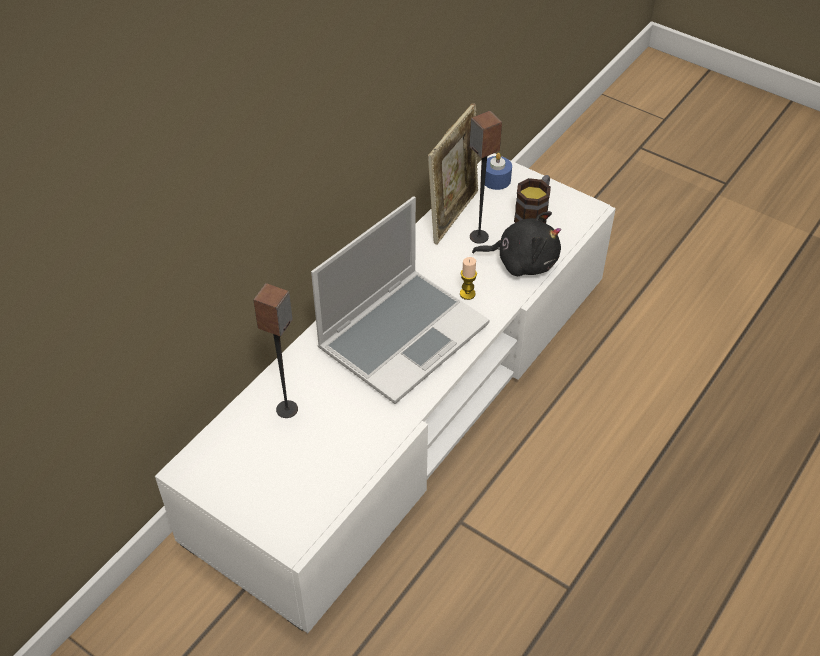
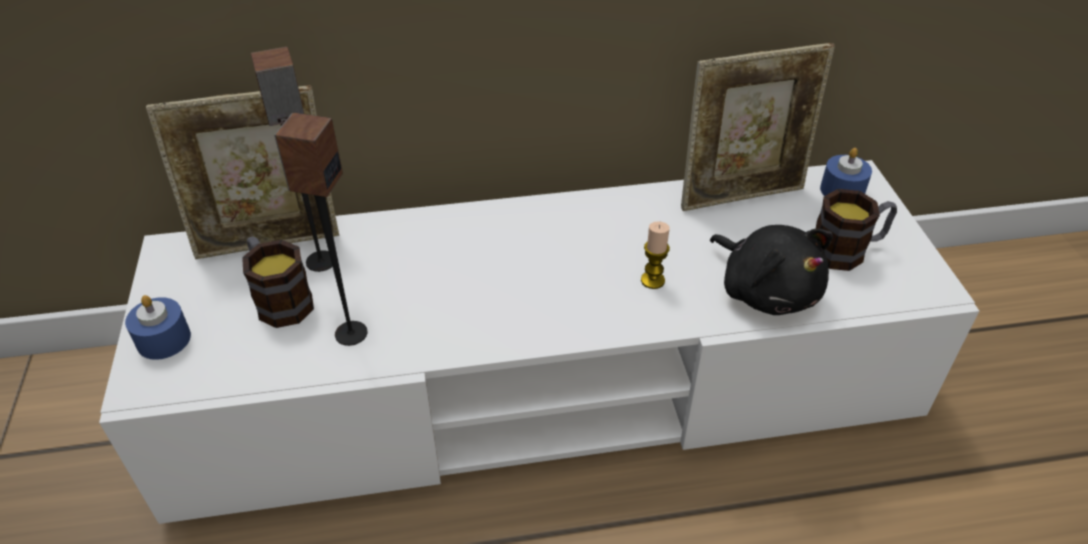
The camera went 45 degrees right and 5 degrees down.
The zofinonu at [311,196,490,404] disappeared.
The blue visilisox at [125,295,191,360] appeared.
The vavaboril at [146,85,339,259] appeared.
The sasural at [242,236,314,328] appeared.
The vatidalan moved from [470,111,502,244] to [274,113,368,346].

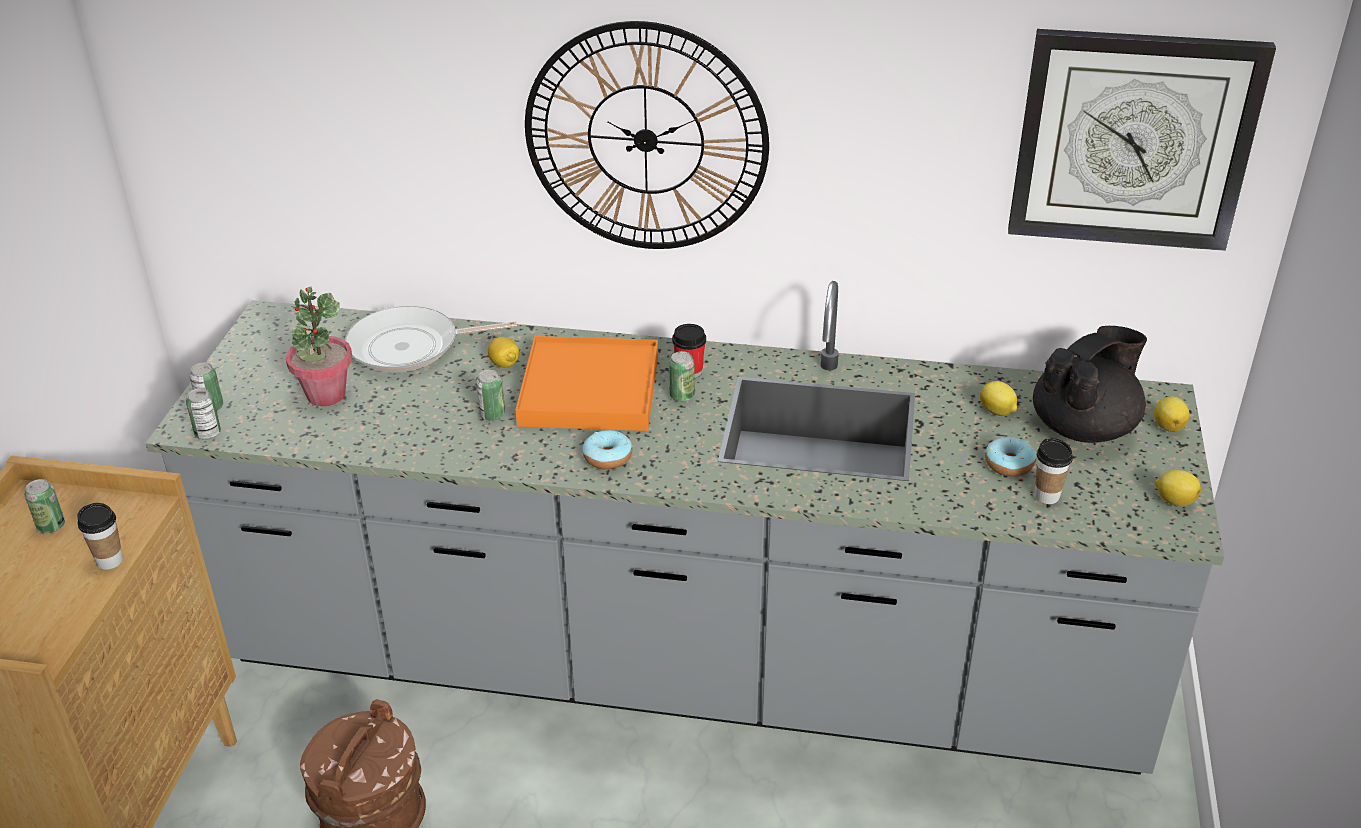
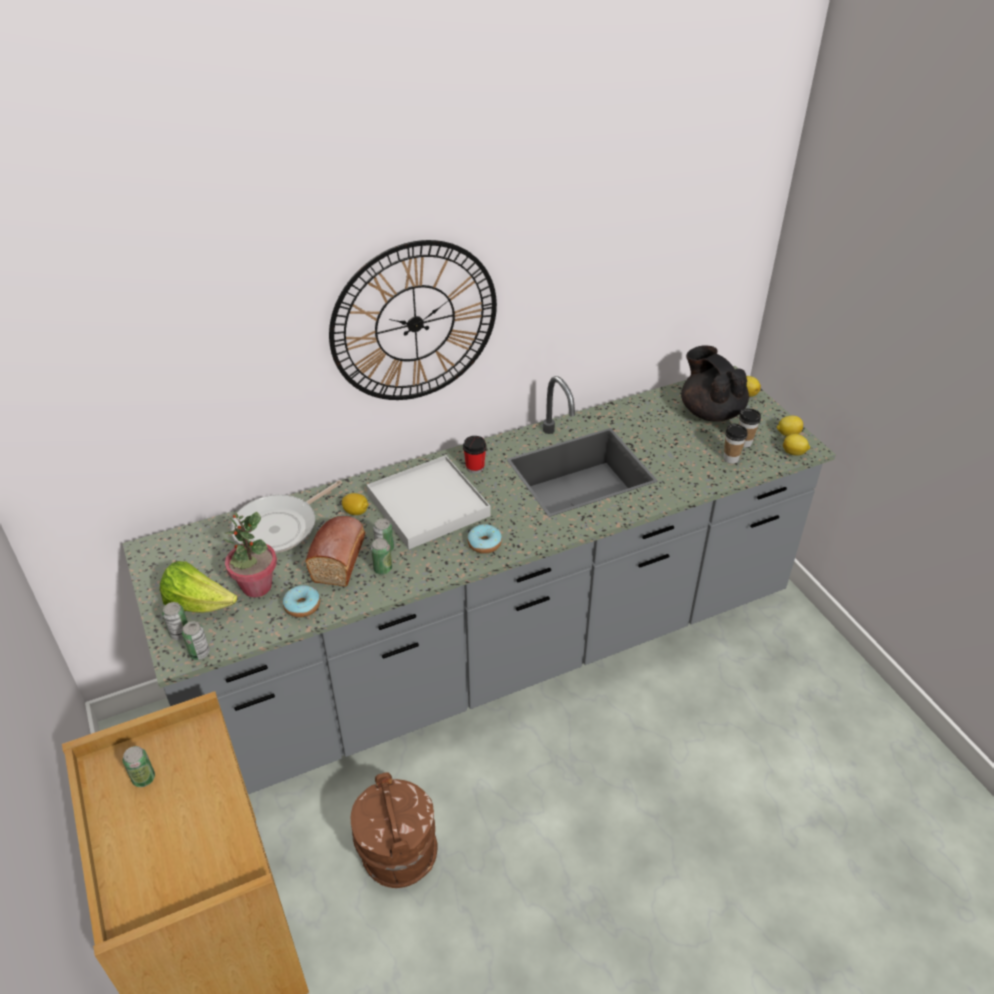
The camera went 35 degrees left and 5 degrees up.
The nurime at [1008,29,1276,251] disappeared.
The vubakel at [160,561,237,613] appeared.
The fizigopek at [305,516,365,587] appeared.
The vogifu moved from [77,503,123,570] to [739,408,761,447].
The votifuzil moved from [669,351,695,402] to [371,538,392,575].
The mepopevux moved from [980,381,1017,416] to [783,434,810,456].
The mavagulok moved from [985,437,1036,477] to [283,585,320,618].
The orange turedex at [516,336,658,431] became the white turedex at [367,455,490,549].
The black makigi at [1033,326,1147,443] turned 45 degrees counterclockwise.

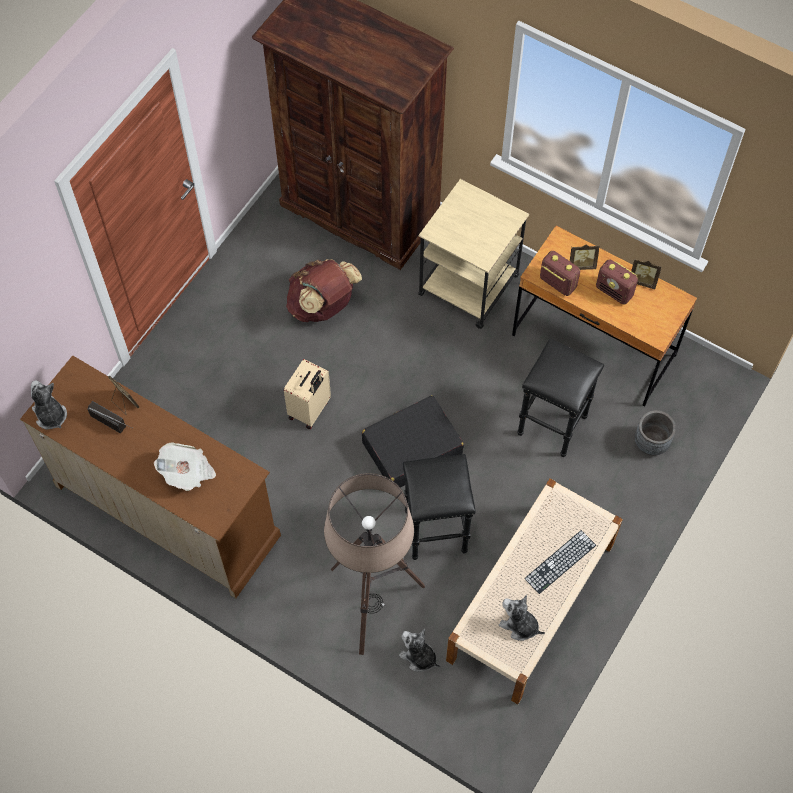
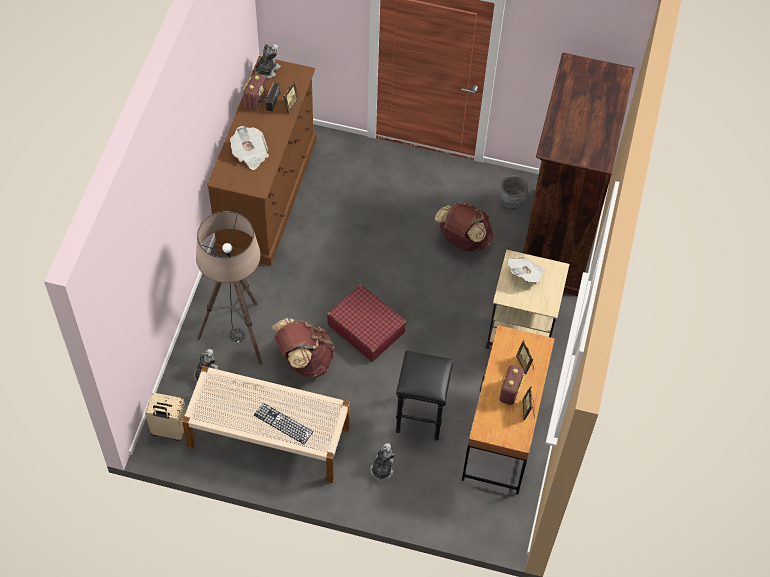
The camera went 70 degrees right and 5 degrees down.
The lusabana at [507,257,546,283] appeared.
The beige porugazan moved from [284,359,331,429] to [145,393,186,441].
The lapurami moved from [499,595,545,641] to [370,443,396,482].
The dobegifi moved from [540,251,580,296] to [243,73,267,111].
The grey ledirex moved from [635,410,676,455] to [499,175,528,209].
The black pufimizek at [403,454,476,560] was replaced by the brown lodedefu at [272,318,335,378].
The black porugazan at [362,395,464,487] became the red porugazan at [327,285,407,361].

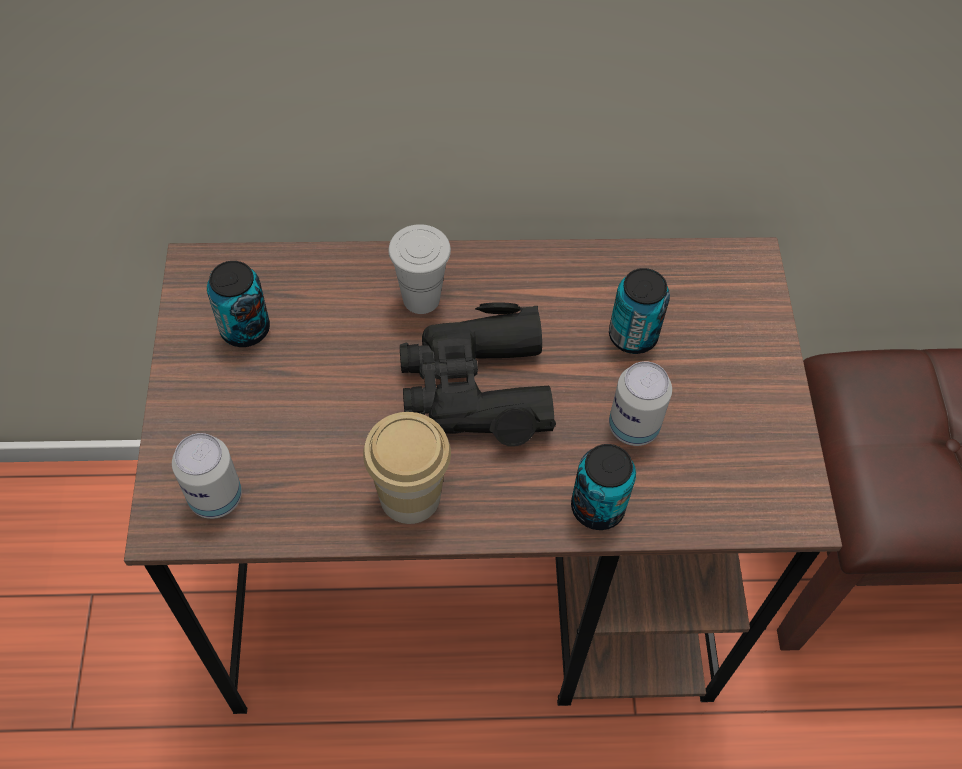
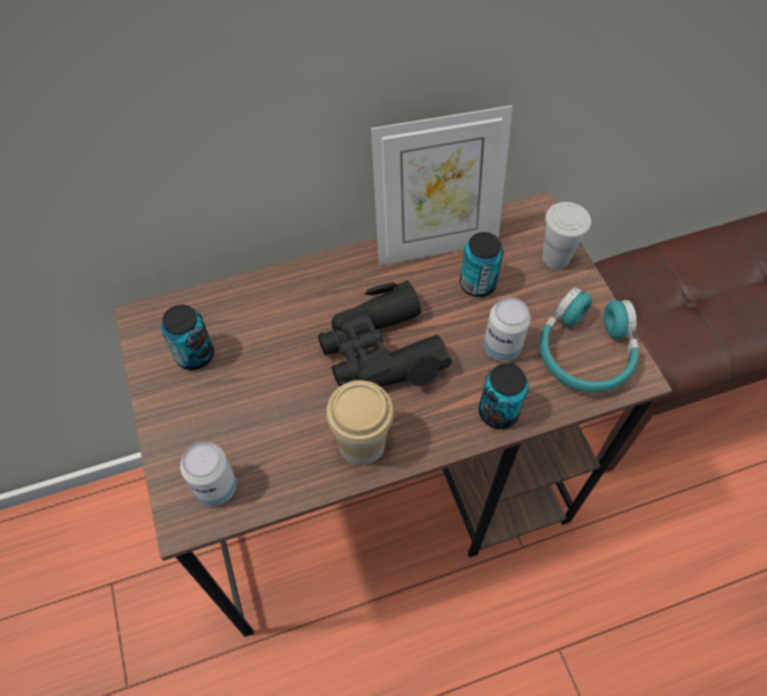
The camera went 15 degrees left and 0 degrees up.
The vavaboril at [371,105,513,266] appeared.
The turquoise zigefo at [539,287,639,393] appeared.
The white vogifu moved from [388,224,451,314] to [542,202,591,269].

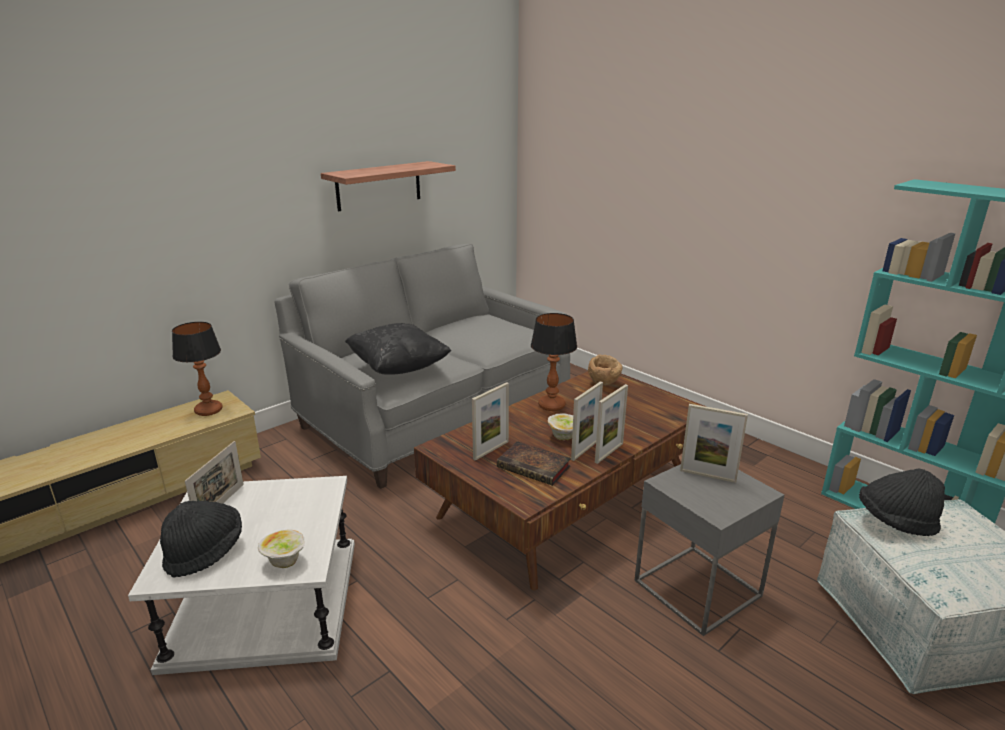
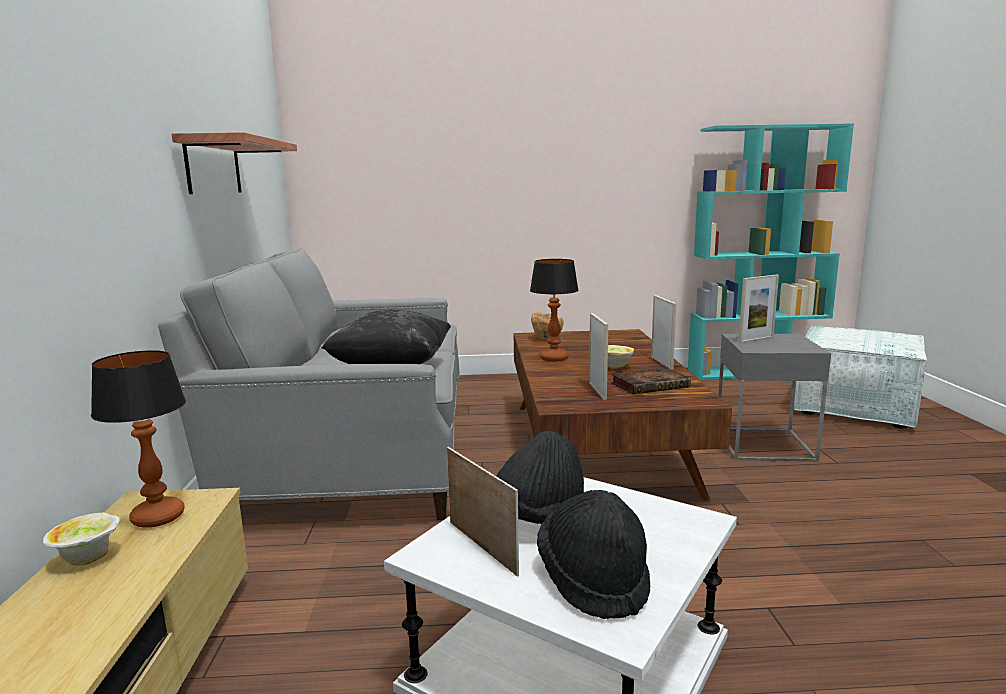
The camera went 50 degrees left and 10 degrees down.
The vavaboril at [571,381,603,461] disappeared.
The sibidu moved from [258,529,305,568] to [43,512,120,565].
The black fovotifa moved from [859,468,945,536] to [497,431,584,524].

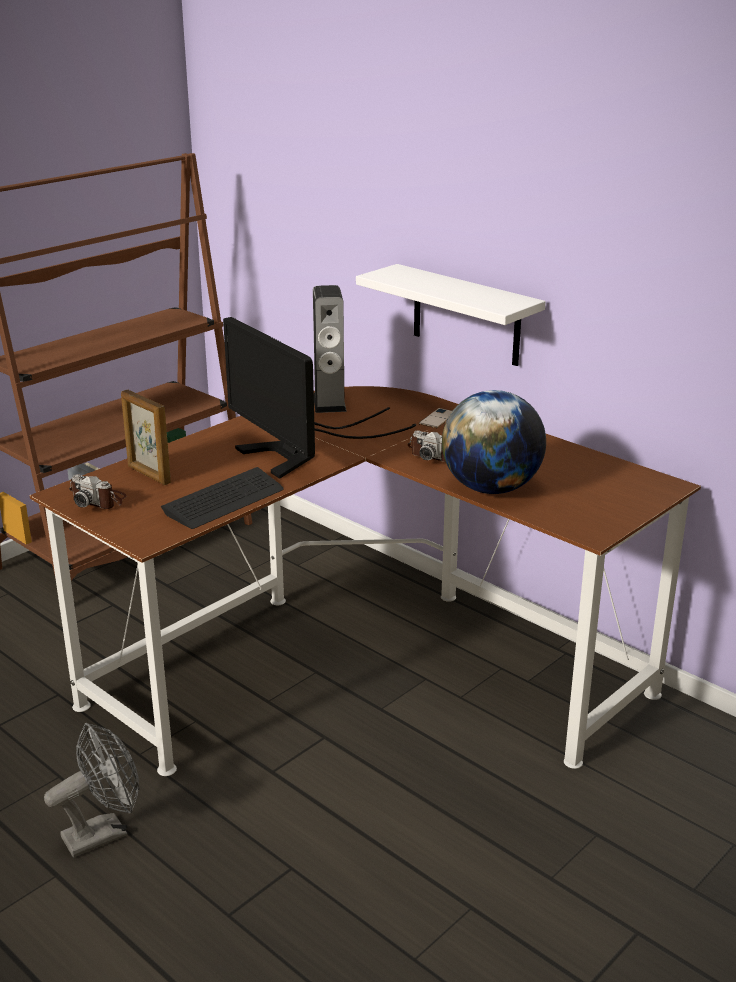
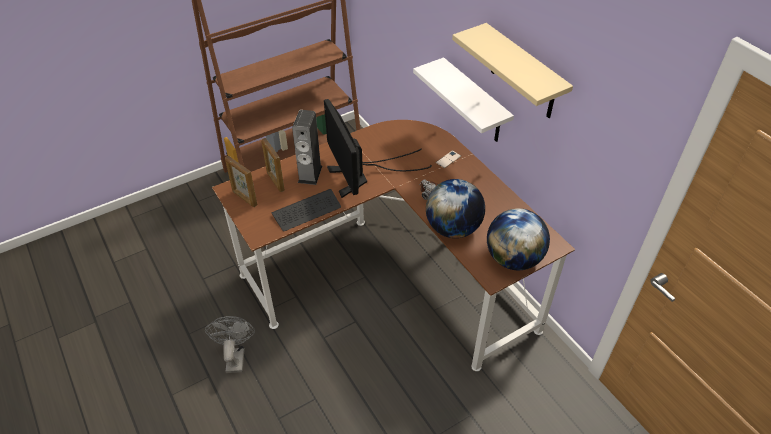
The camera went 15 degrees right and 20 degrees up.
The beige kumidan at [452,23,573,118] appeared.
The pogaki at [487,208,550,270] appeared.
The vatidalan moved from [313,285,347,413] to [292,110,322,185].
The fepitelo at [69,474,126,509] was replaced by the vavaboril at [225,155,257,207].
The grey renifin at [44,723,140,858] turned 75 degrees counterclockwise.

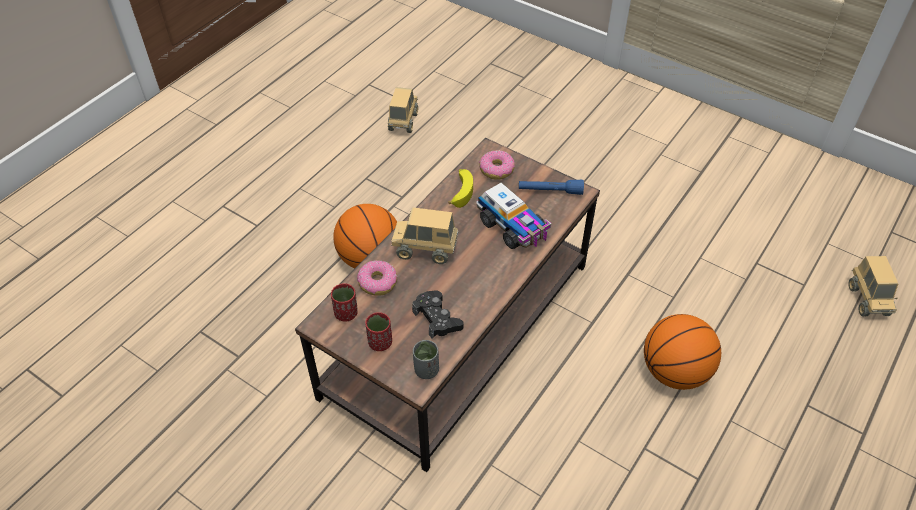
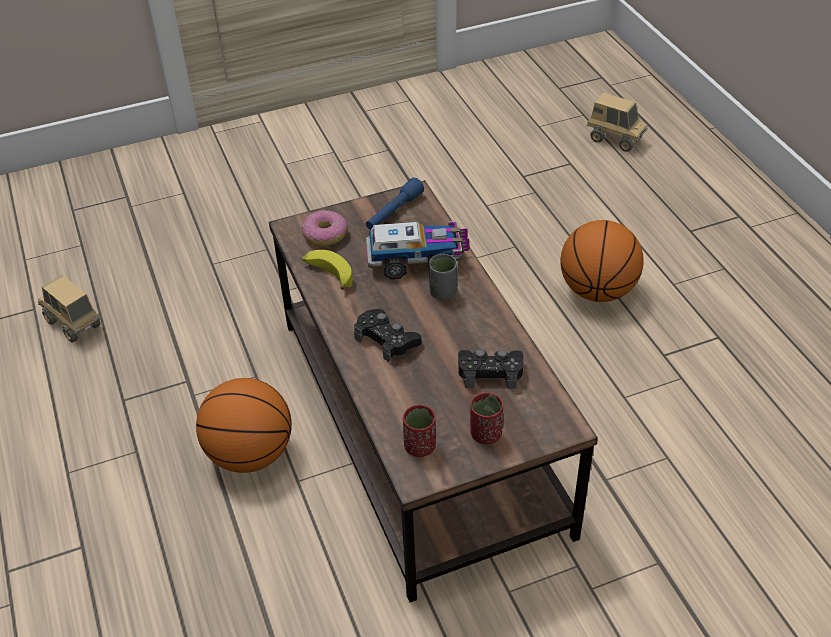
The camera went 55 degrees left and 5 degrees down.
The mavagulok at [357,261,397,296] disappeared.
The grey vogifu moved from [413,340,439,379] to [429,254,457,300].
The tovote at [391,207,458,264] was replaced by the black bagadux at [354,309,421,362].

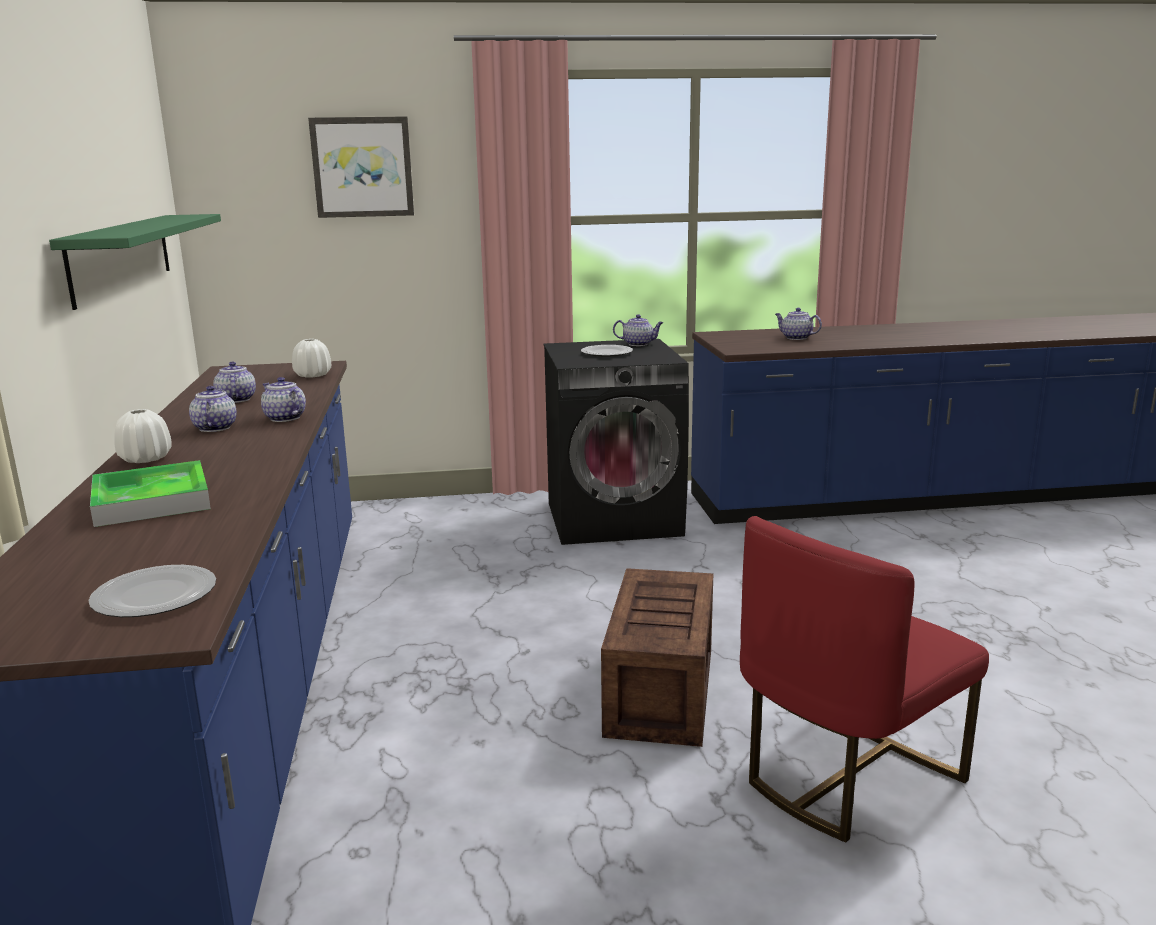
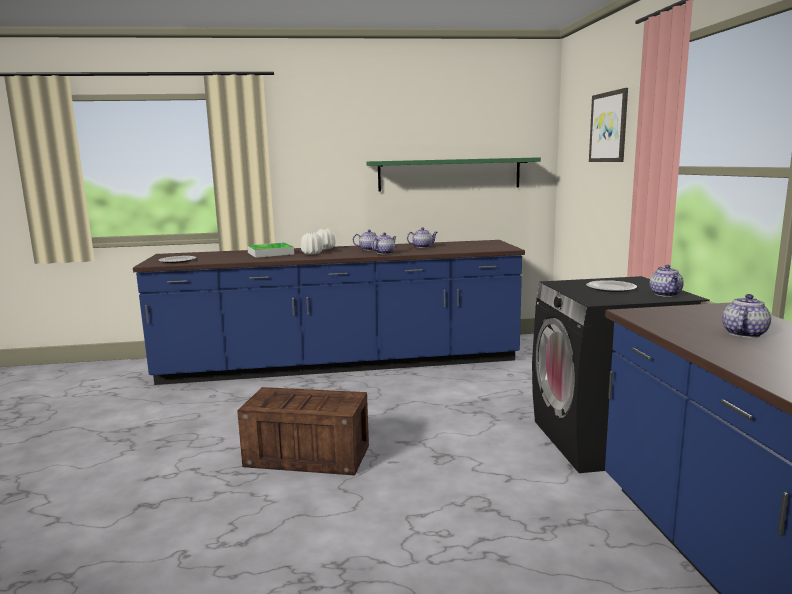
The camera went 90 degrees right and 5 degrees down.
The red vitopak at [740,516,989,843] disappeared.
The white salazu moved from [292,339,331,377] to [301,232,323,255].

